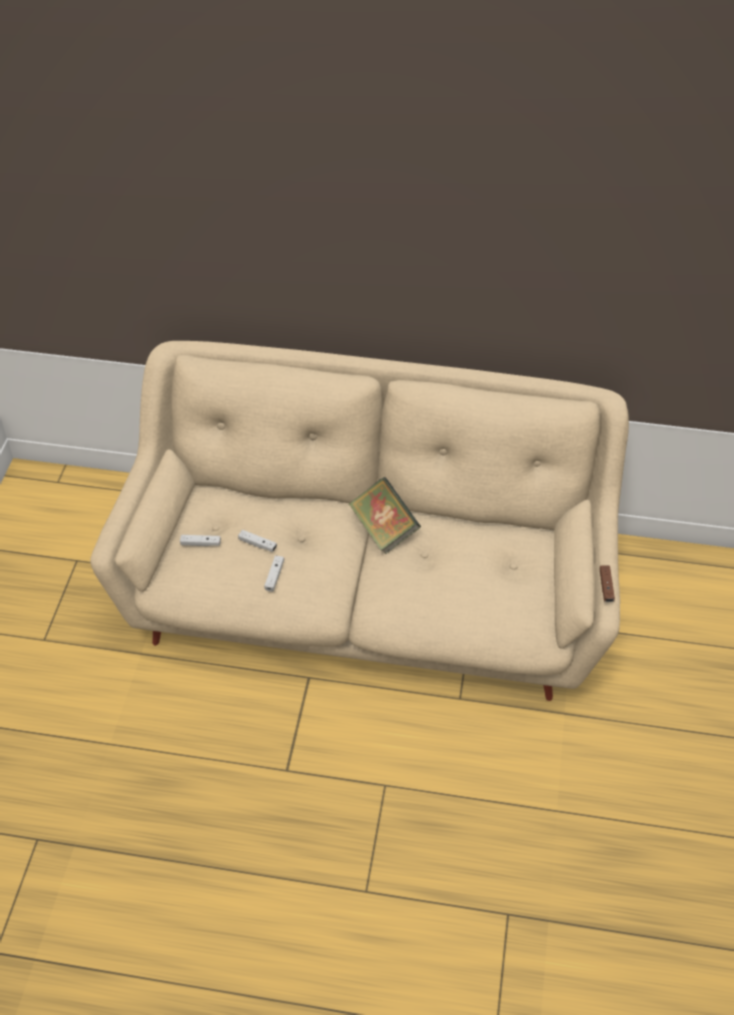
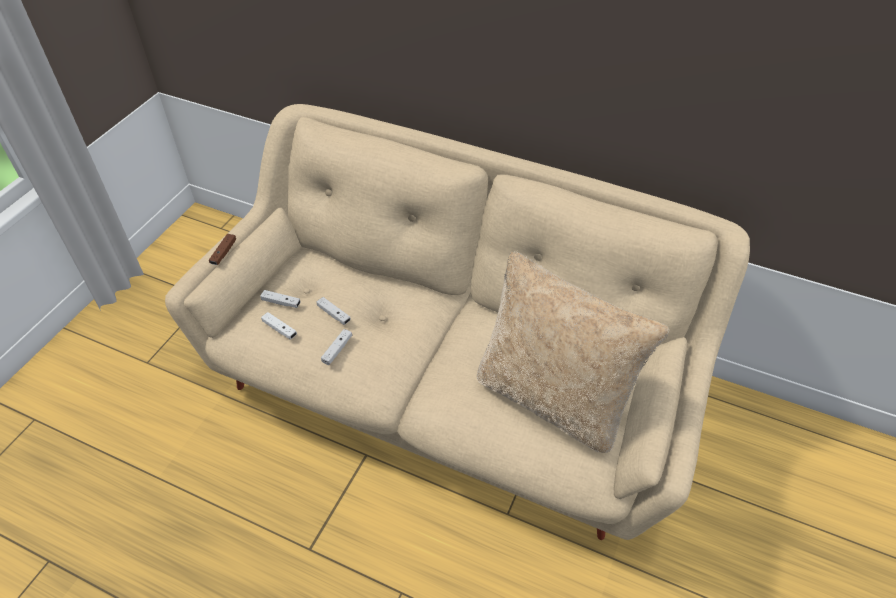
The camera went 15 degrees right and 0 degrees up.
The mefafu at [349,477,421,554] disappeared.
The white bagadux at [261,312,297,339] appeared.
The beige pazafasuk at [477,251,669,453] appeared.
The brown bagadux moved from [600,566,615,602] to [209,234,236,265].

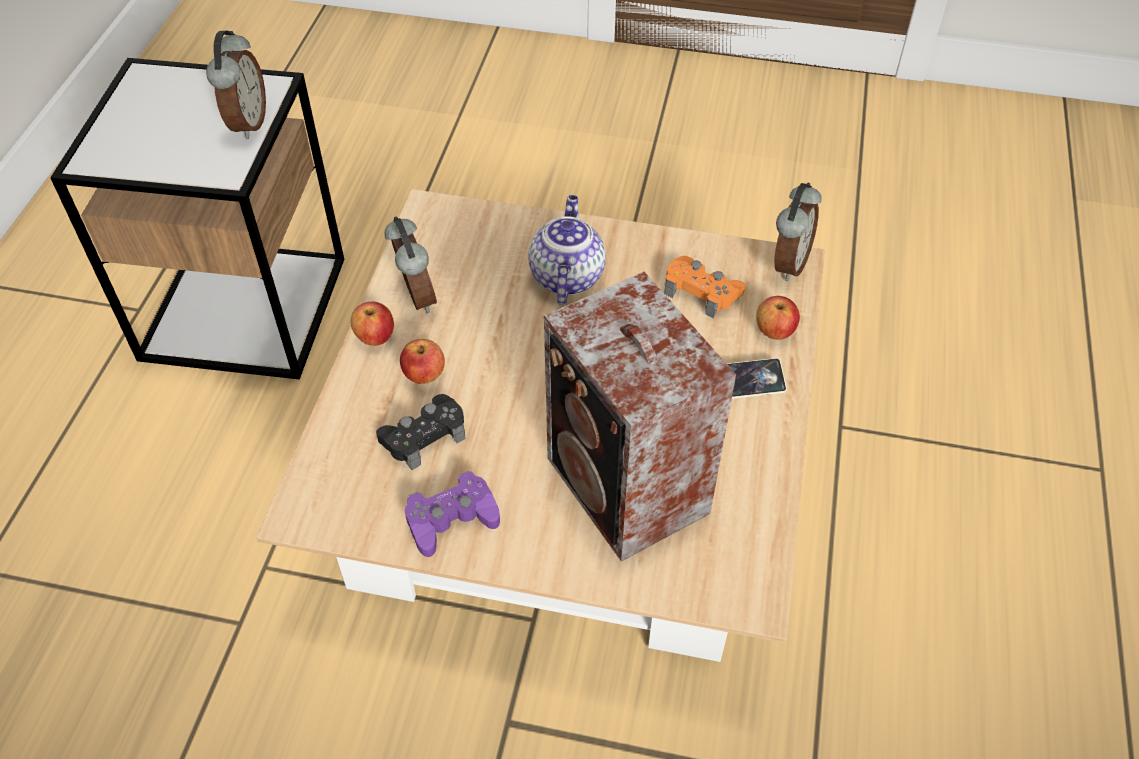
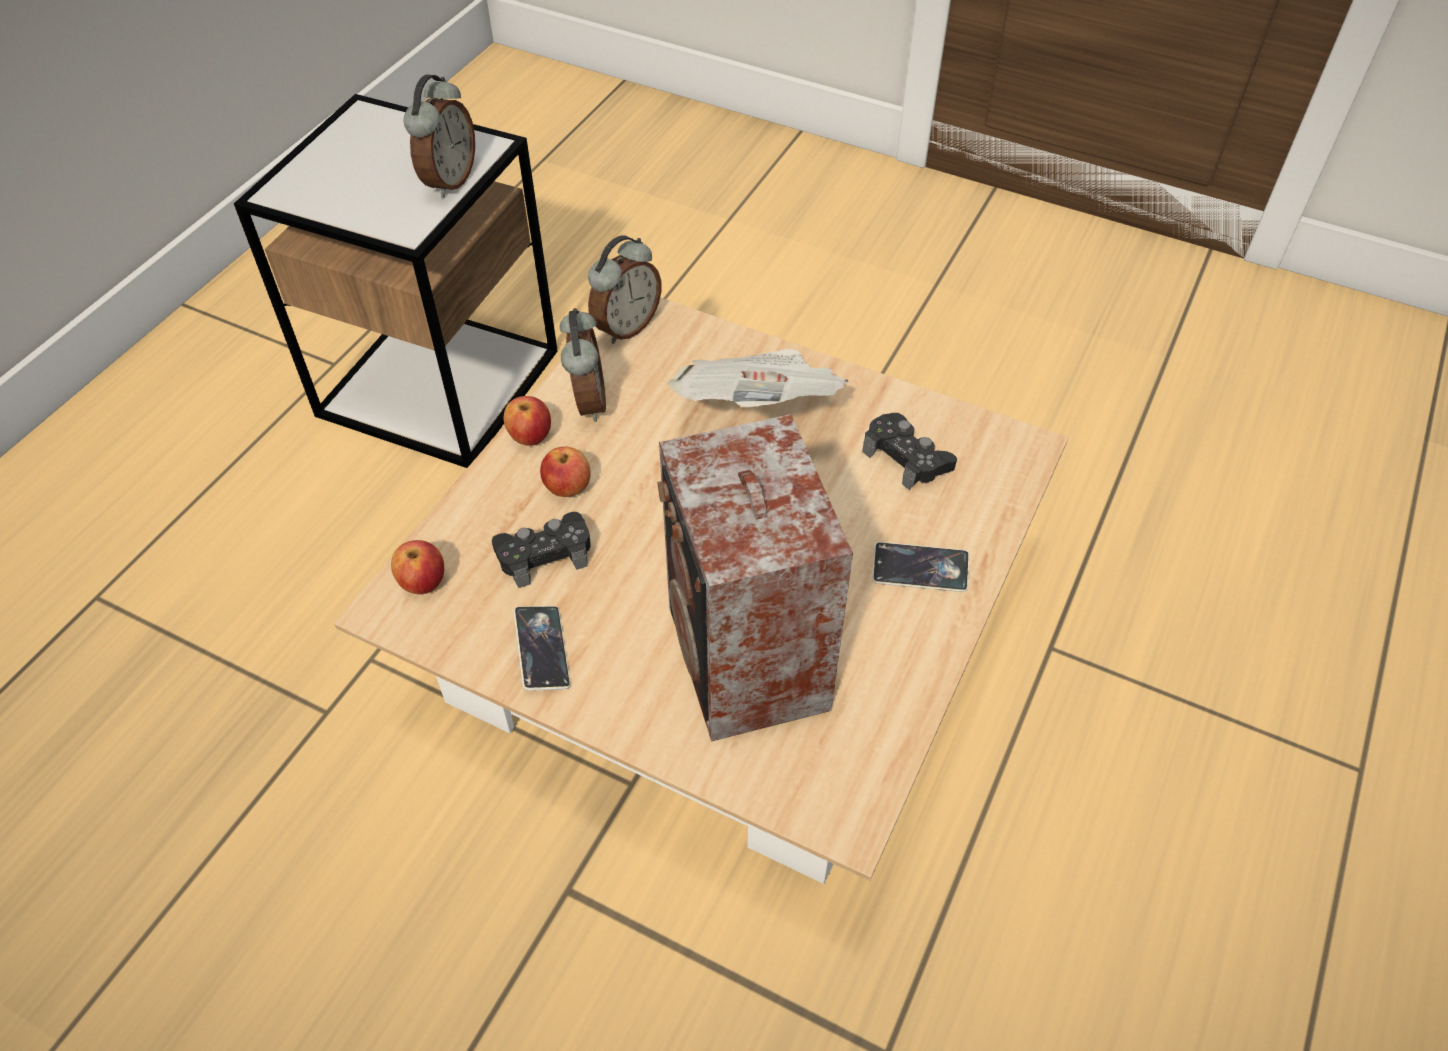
The camera went 15 degrees right and 0 degrees up.
The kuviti moved from [756,296,800,340] to [391,540,444,594].
The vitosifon moved from [774,183,822,281] to [588,235,661,344].
The purple bagadux at [405,471,500,557] was replaced by the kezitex at [514,606,571,691].
The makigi at [528,195,606,305] was replaced by the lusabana at [668,349,849,408].
The orange bagadux at [664,256,745,318] became the black bagadux at [862,413,957,490].

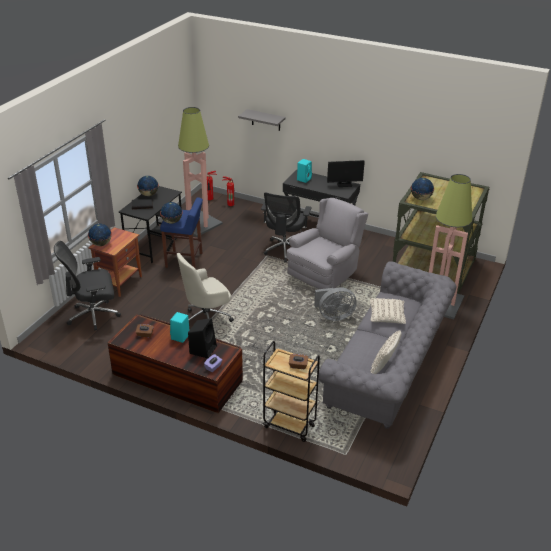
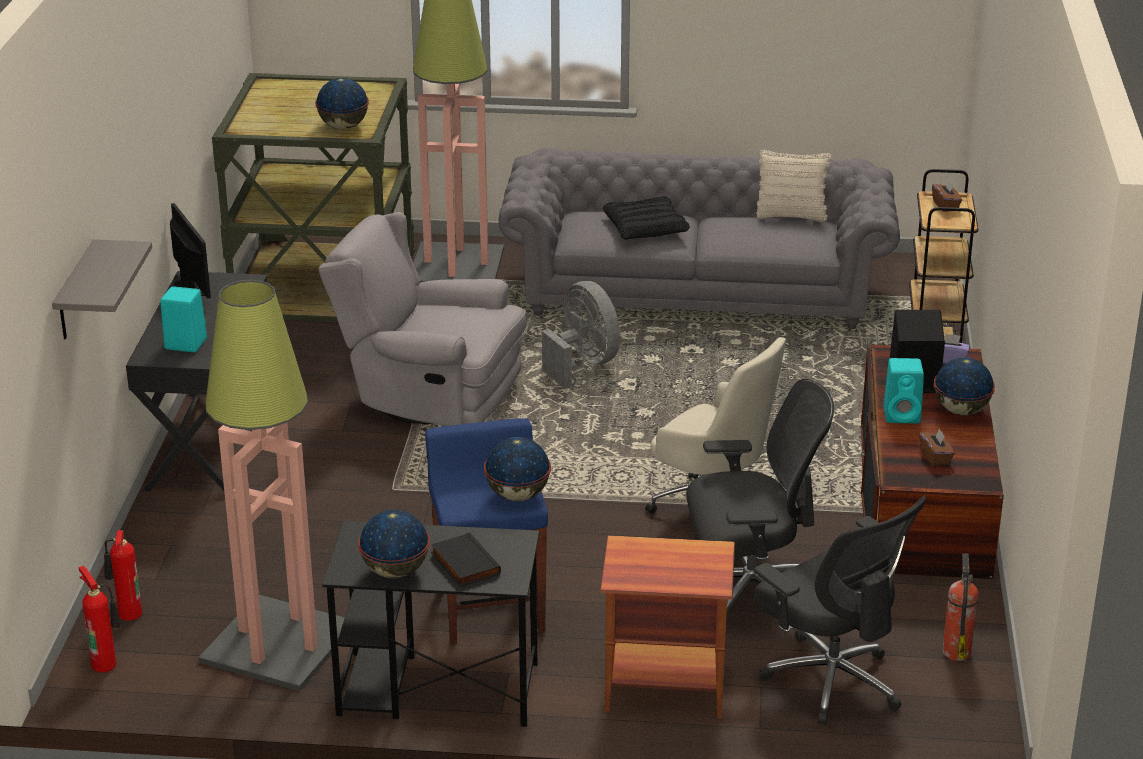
The camera went 110 degrees left and 5 degrees down.
The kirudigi at [942,553,978,661] appeared.
The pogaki moved from [88,224,112,246] to [934,357,995,415].
The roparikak moved from [261,192,312,263] to [686,379,834,611].
The beige pazafasuk at [370,298,406,324] became the black pazafasuk at [602,196,690,240].

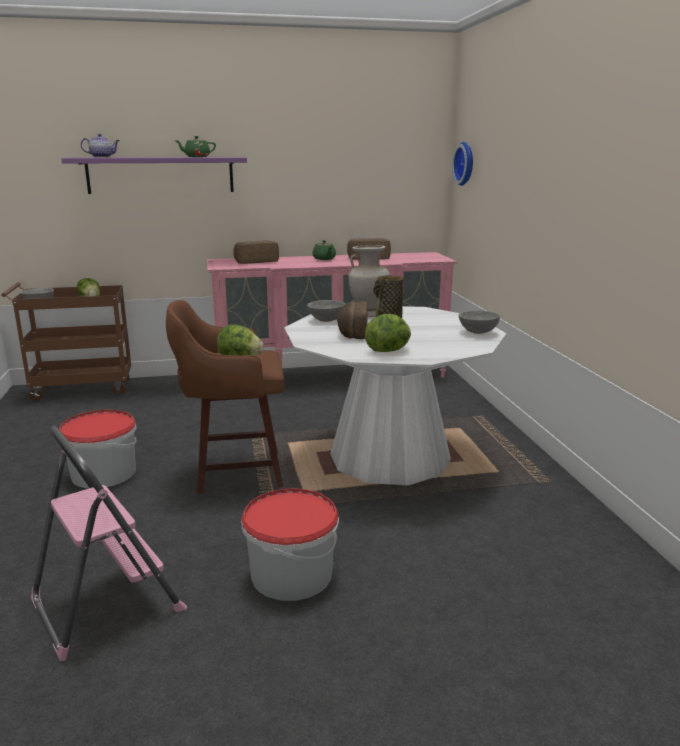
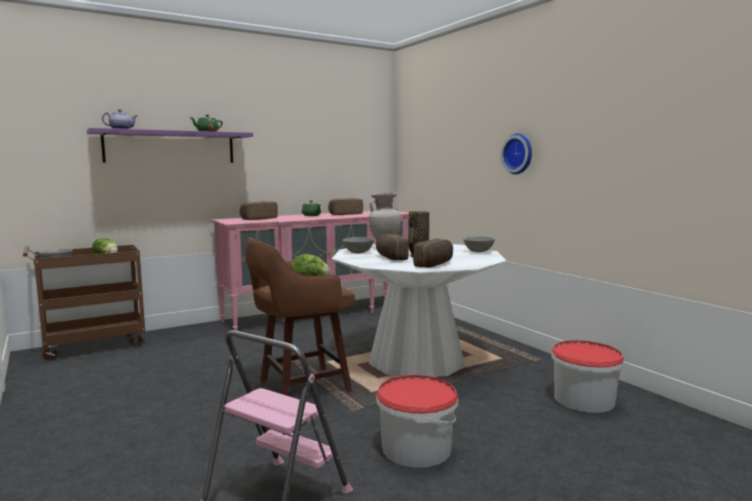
The camera went 20 degrees left and 10 degrees down.
The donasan moved from [59,410,137,488] to [551,340,624,413].
The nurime moved from [452,142,473,186] to [501,133,532,174].
The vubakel at [365,314,411,352] was replaced by the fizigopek at [413,239,453,267].

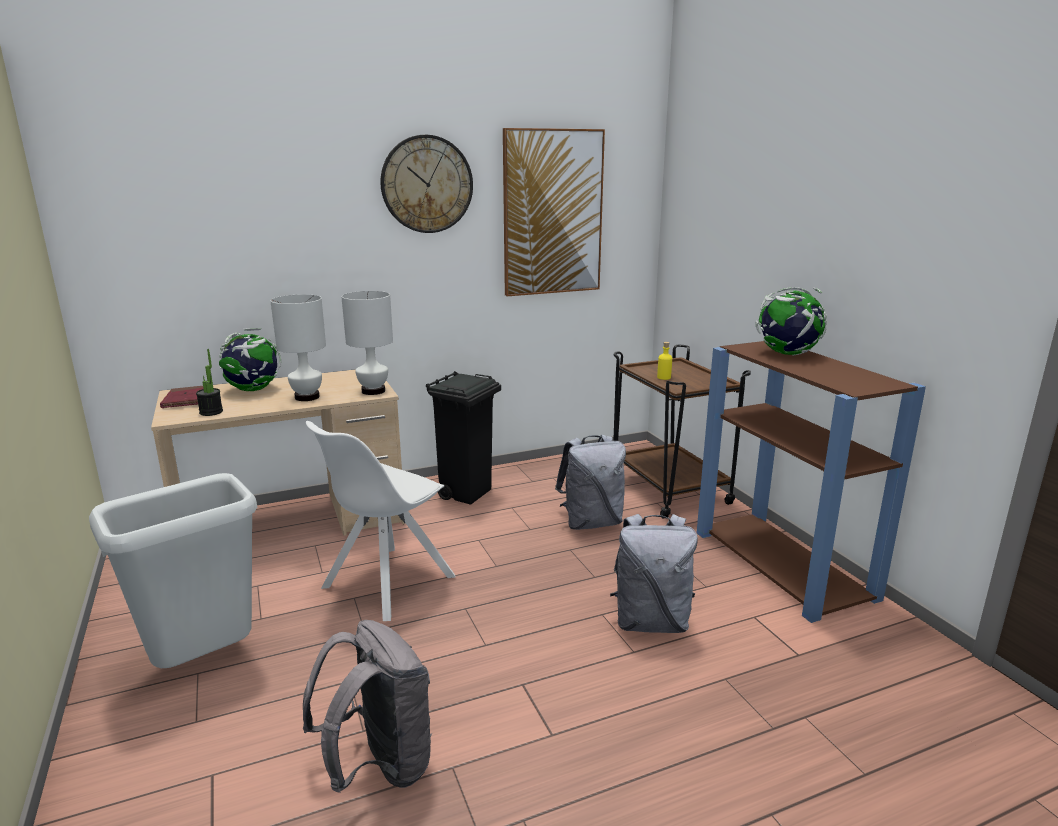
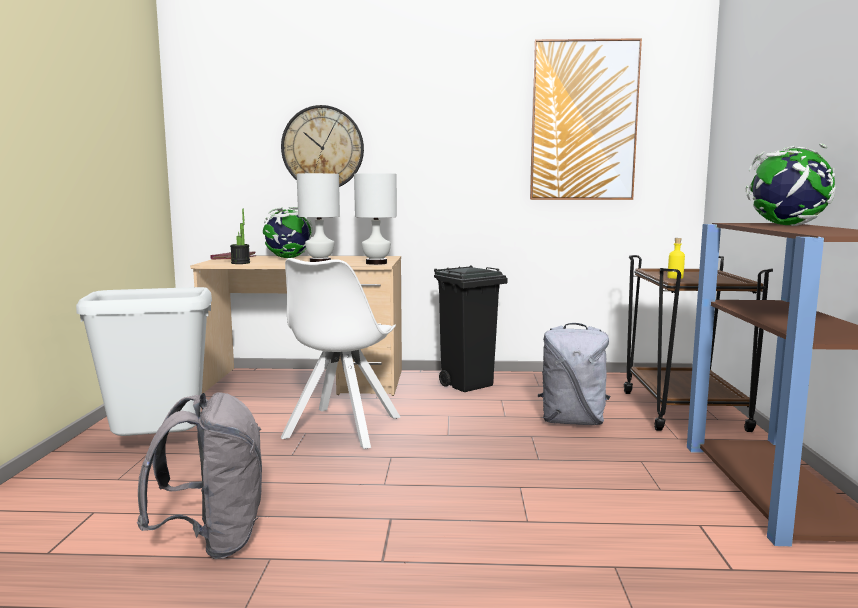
The camera went 25 degrees right and 10 degrees down.
The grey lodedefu at [610,514,698,633] disappeared.
The nurime moved from [380,135,473,233] to [281,105,364,187].
The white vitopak at [306,421,455,621] turned 45 degrees counterclockwise.

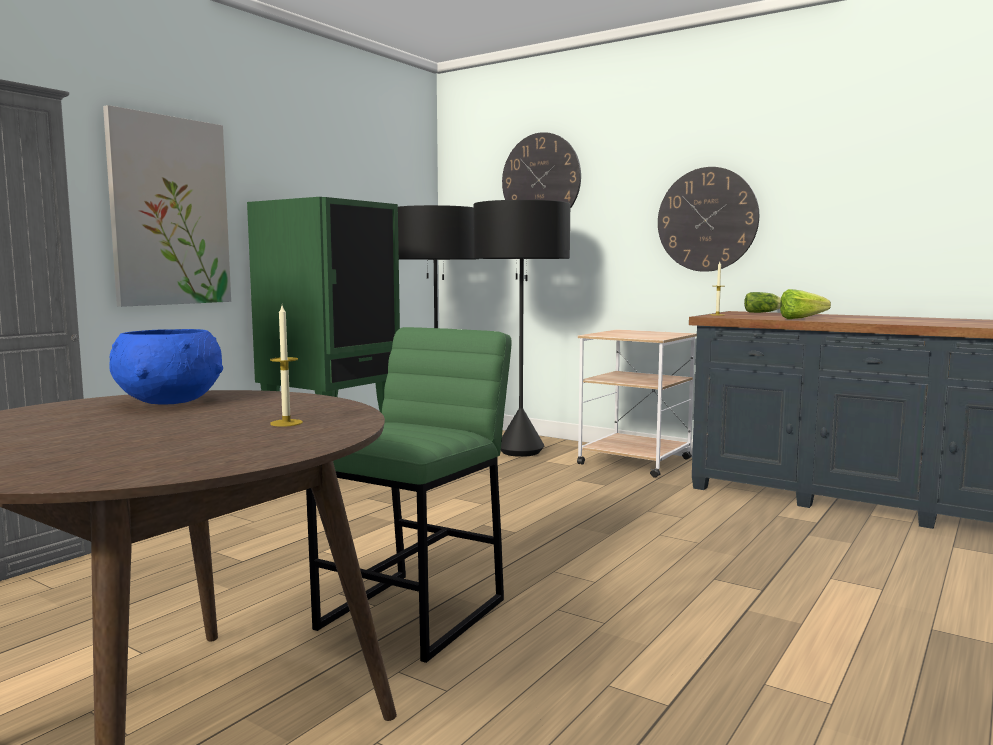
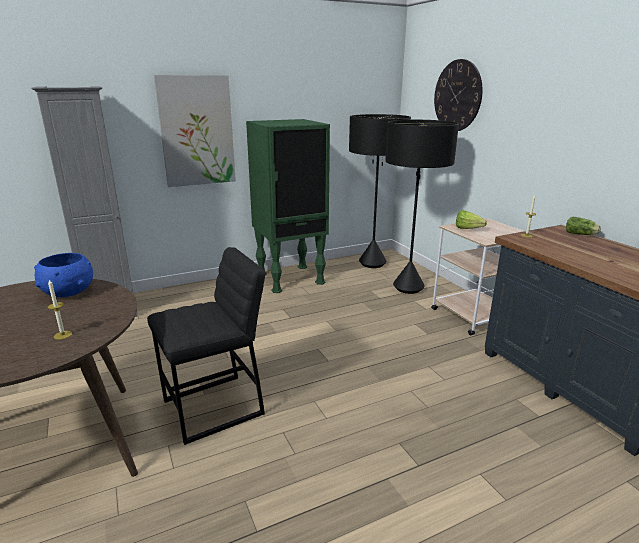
The camera went 30 degrees right and 15 degrees up.
The nurime at [658,167,759,272] disappeared.
The vubakel moved from [780,289,831,319] to [456,210,487,229].
The green vitopak at [306,327,512,663] became the black vitopak at [147,247,265,445].

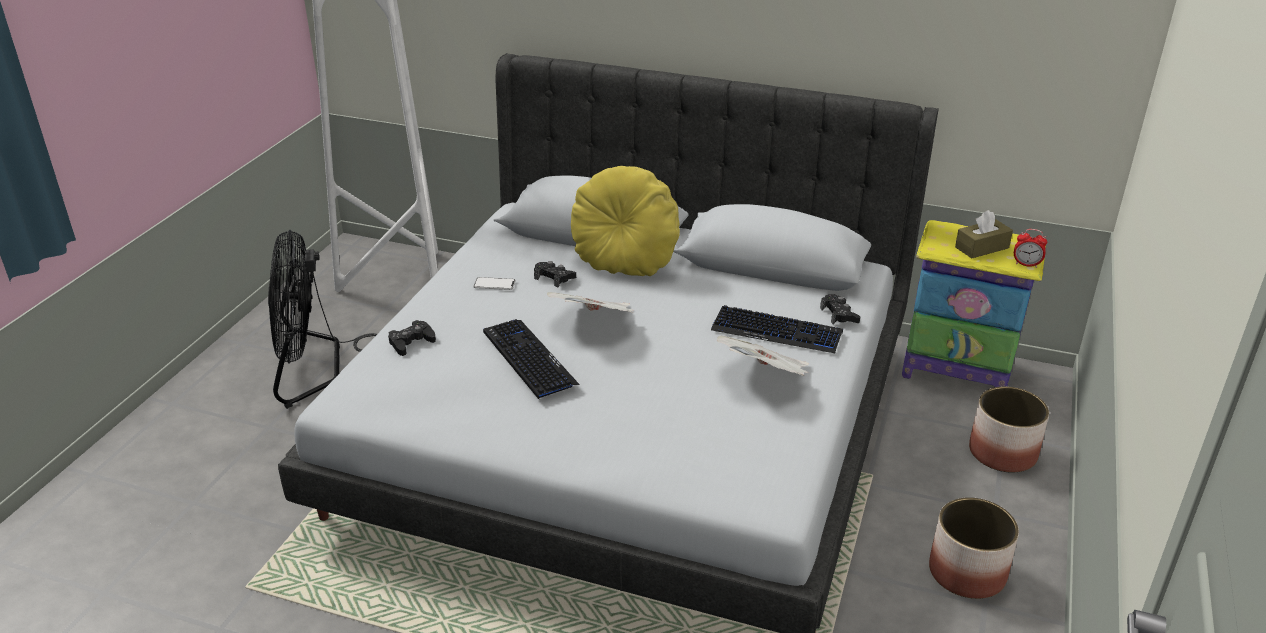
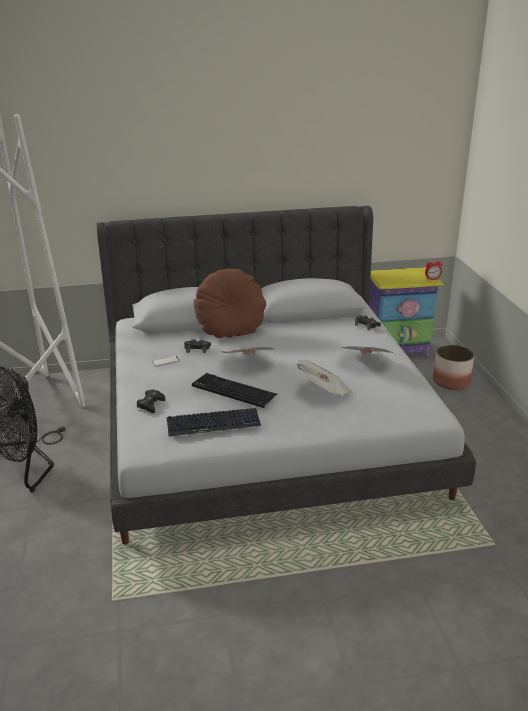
The camera went 30 degrees left and 5 degrees down.
The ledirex at [929,497,1019,599] disappeared.
The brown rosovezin at [955,210,1013,259] disappeared.
The lusabana at [294,360,357,396] appeared.
The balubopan moved from [711,305,843,353] to [167,408,261,436].
The yellow pazafasuk at [571,166,680,276] became the brown pazafasuk at [194,269,266,338].

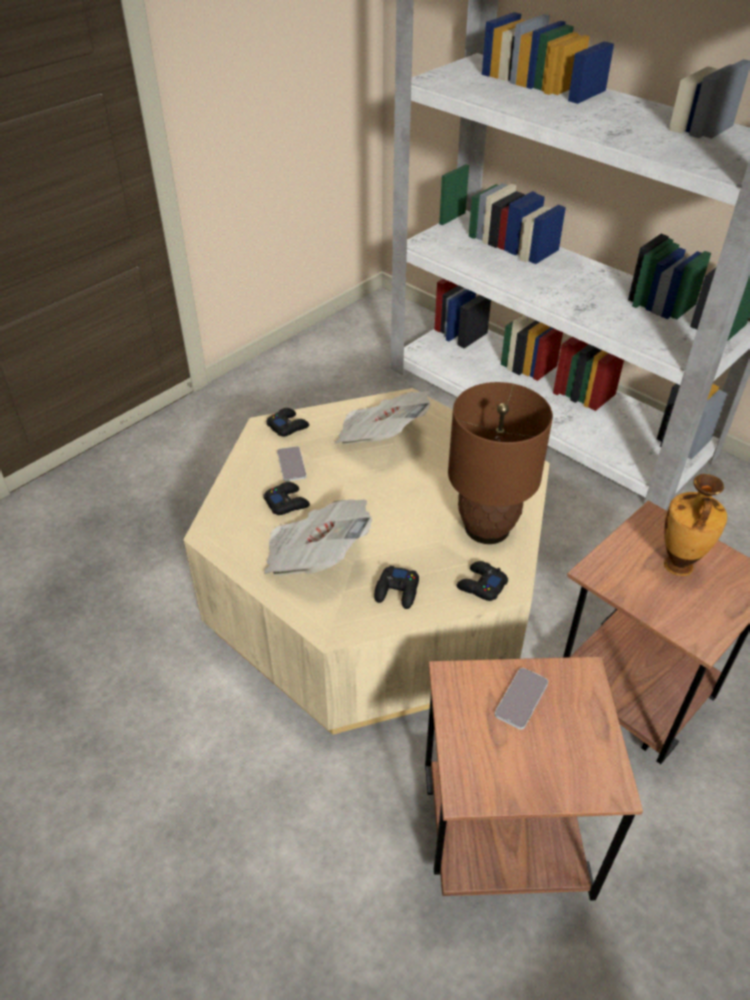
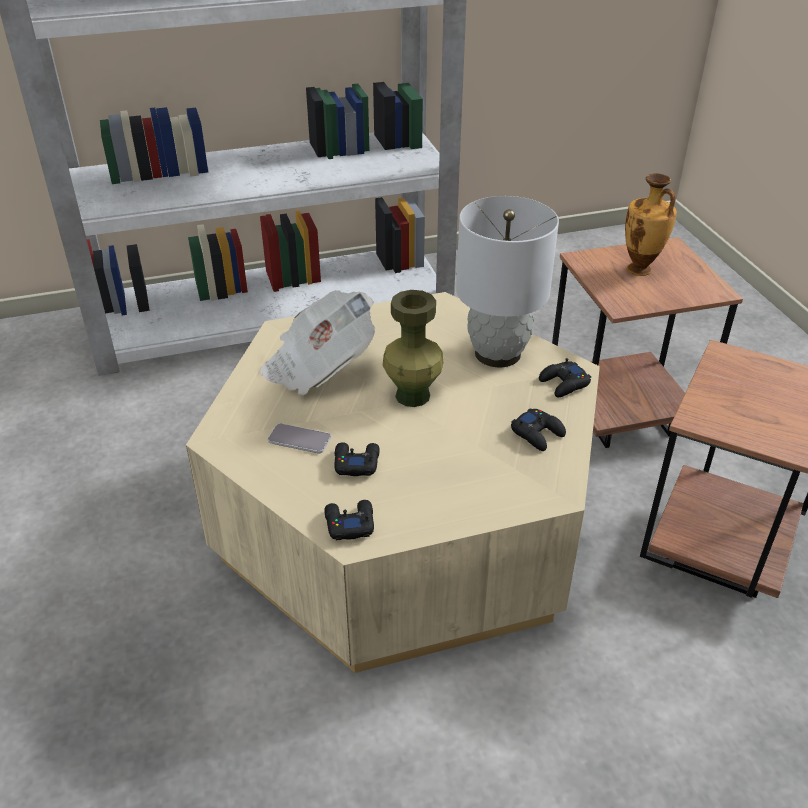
The camera went 60 degrees left and 5 degrees down.
The lusabana at [264,499,372,576] disappeared.
The kezitex at [495,668,548,729] disappeared.
The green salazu at [383,290,443,407] appeared.
The black bagadux moved from [266,408,309,437] to [324,500,374,540].
The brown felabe at [448,382,553,544] became the white felabe at [456,196,559,367].

